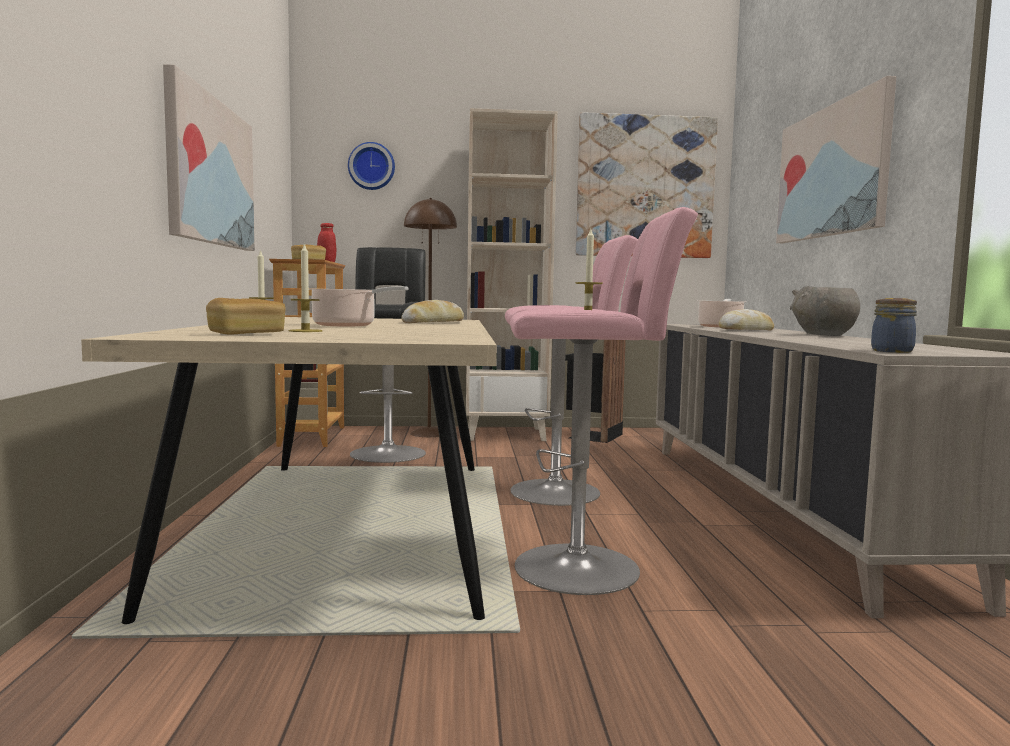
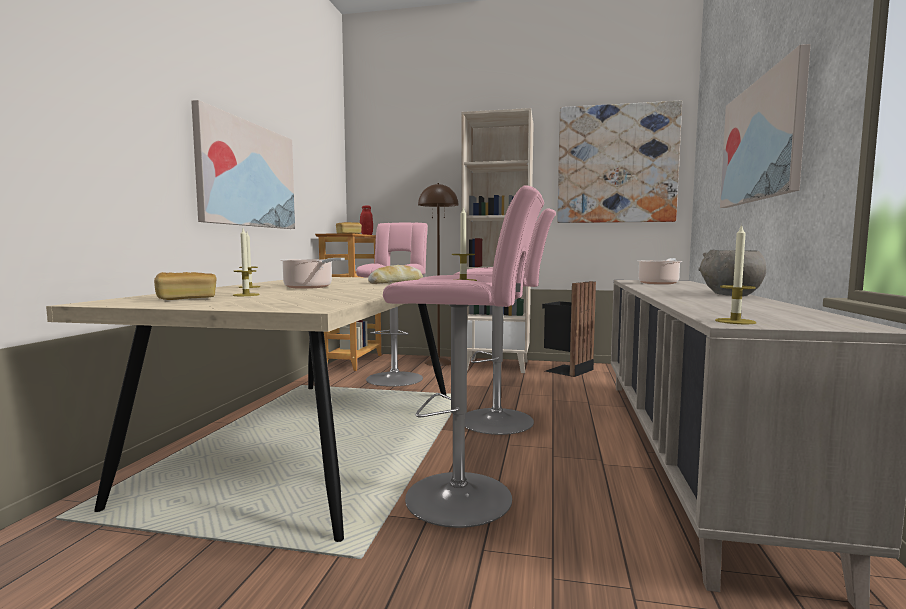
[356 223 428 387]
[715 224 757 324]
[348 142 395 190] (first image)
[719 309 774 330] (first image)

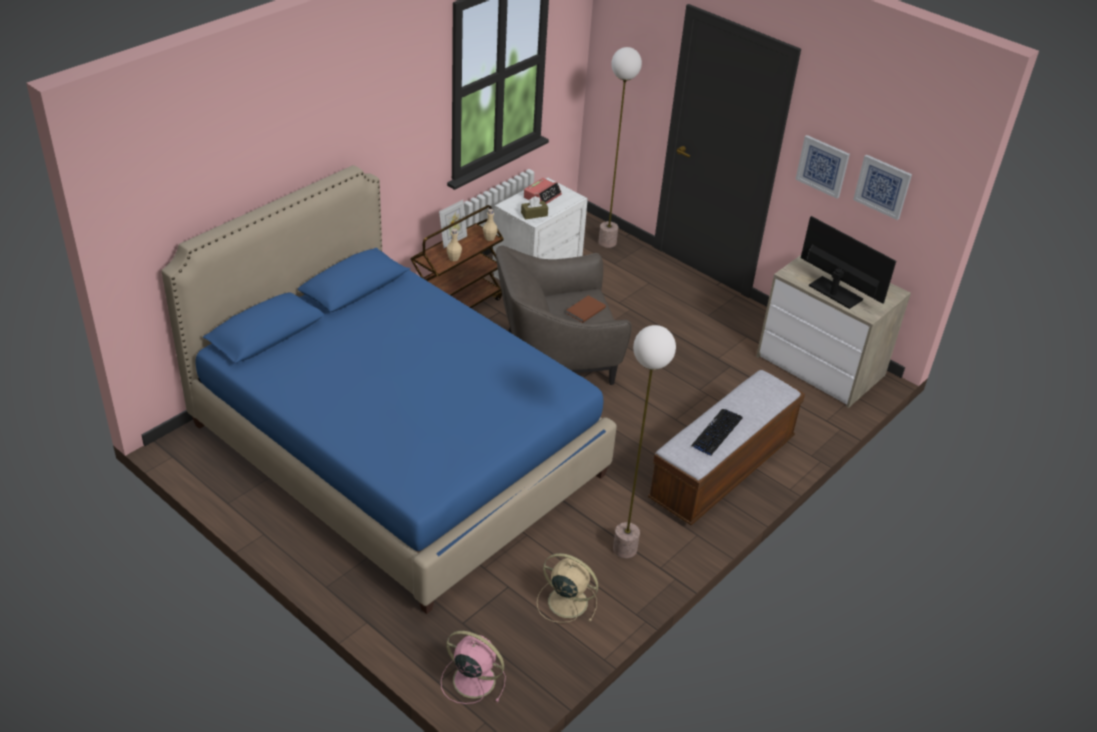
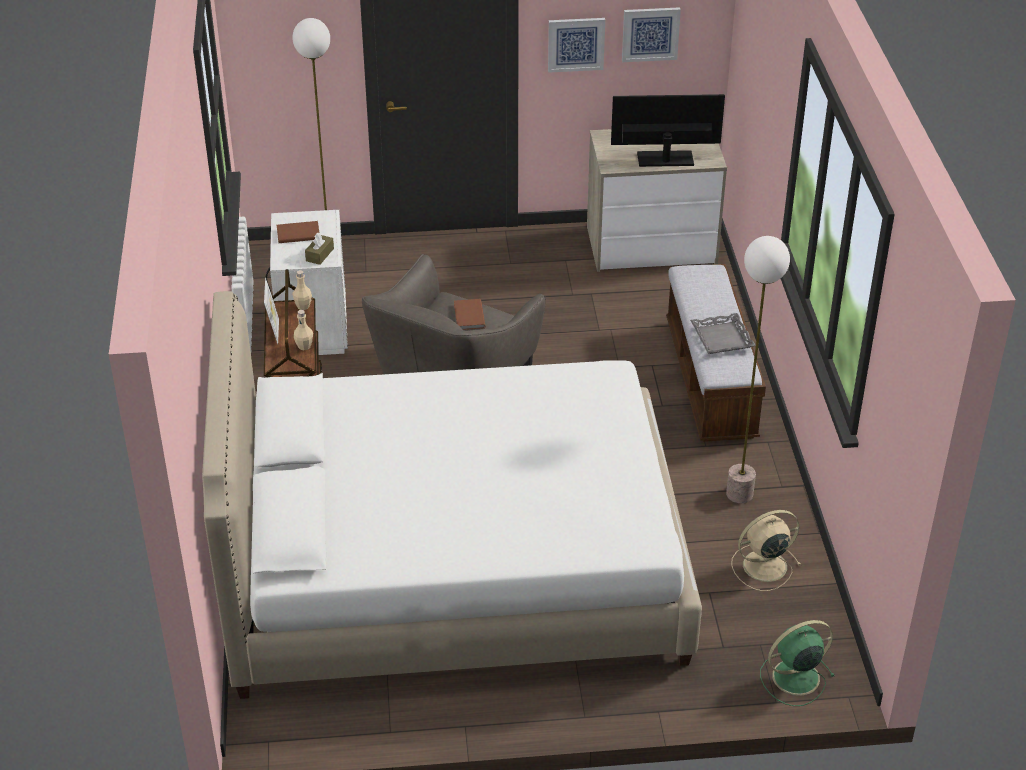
[202 291 702 699]
[277 221 319 243]
[690 313 756 354]
[760 620 834 706]

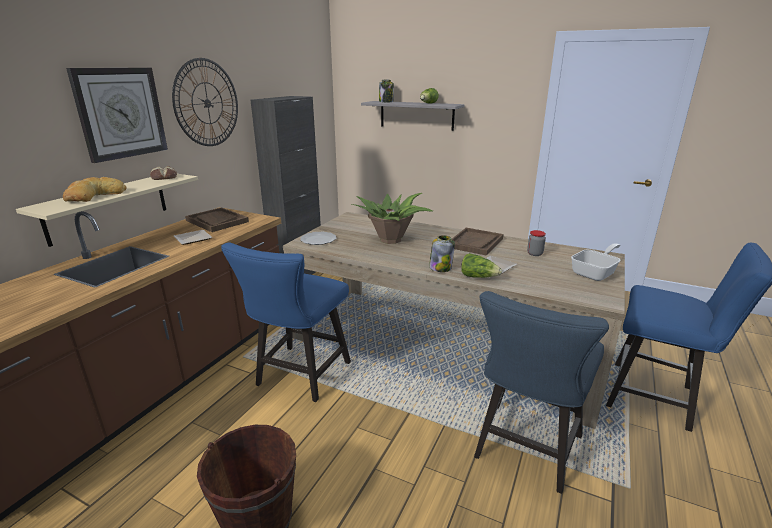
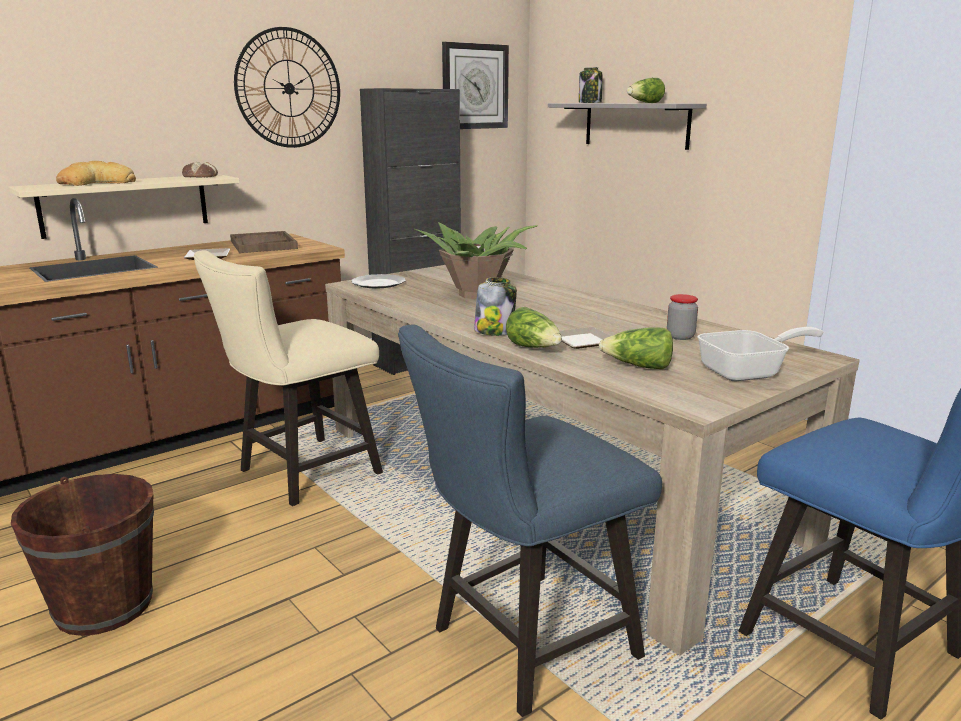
[193 250 383 506]
[442 42 509 129]
[599 327 673 369]
[452 228 503 256] (first image)

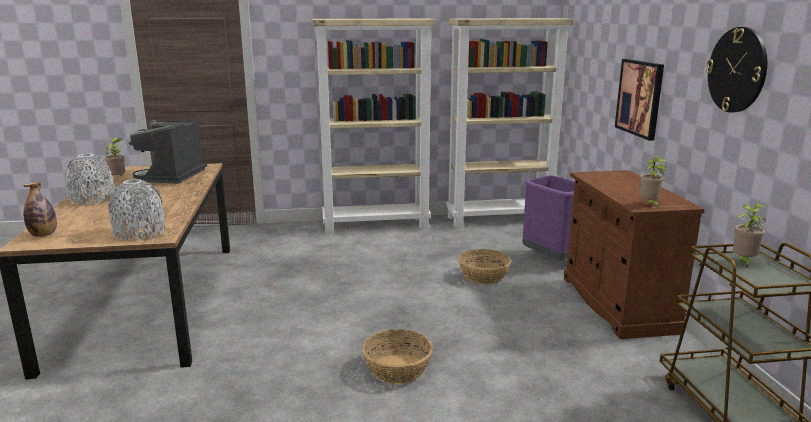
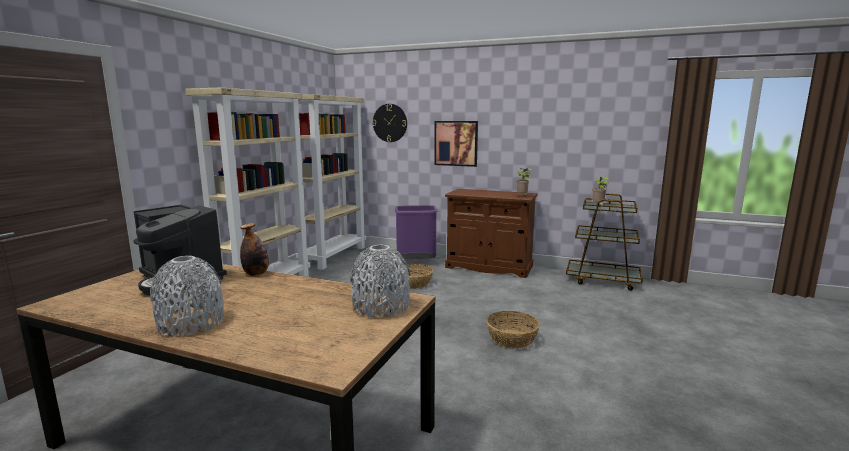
[240 223 269 276]
[372 104 407 142]
[103 138 125 176] (first image)

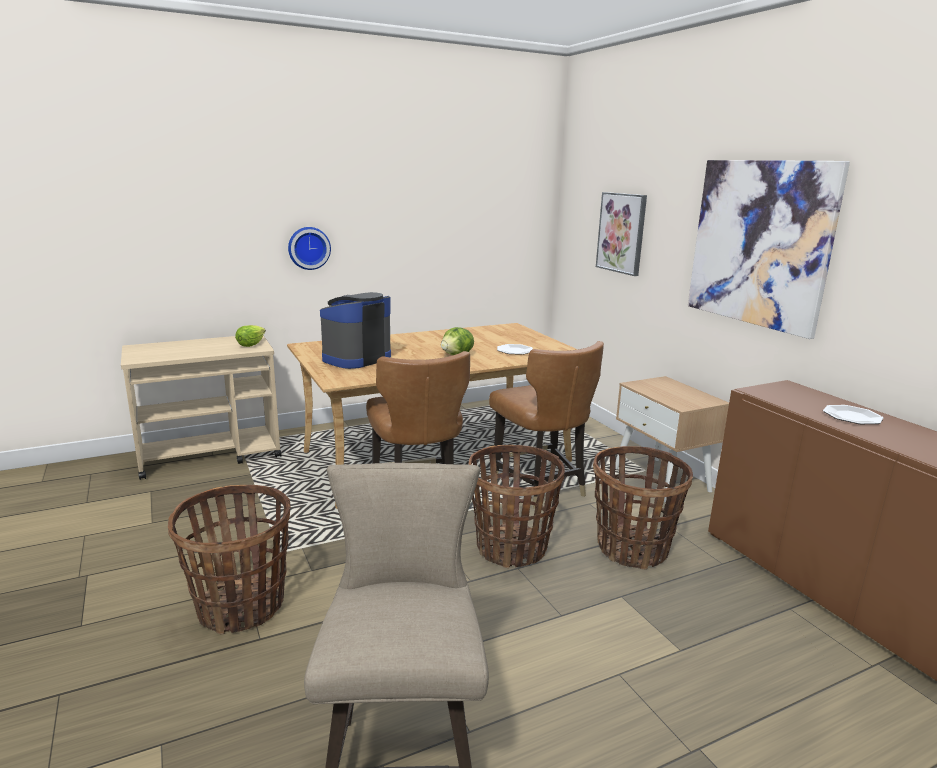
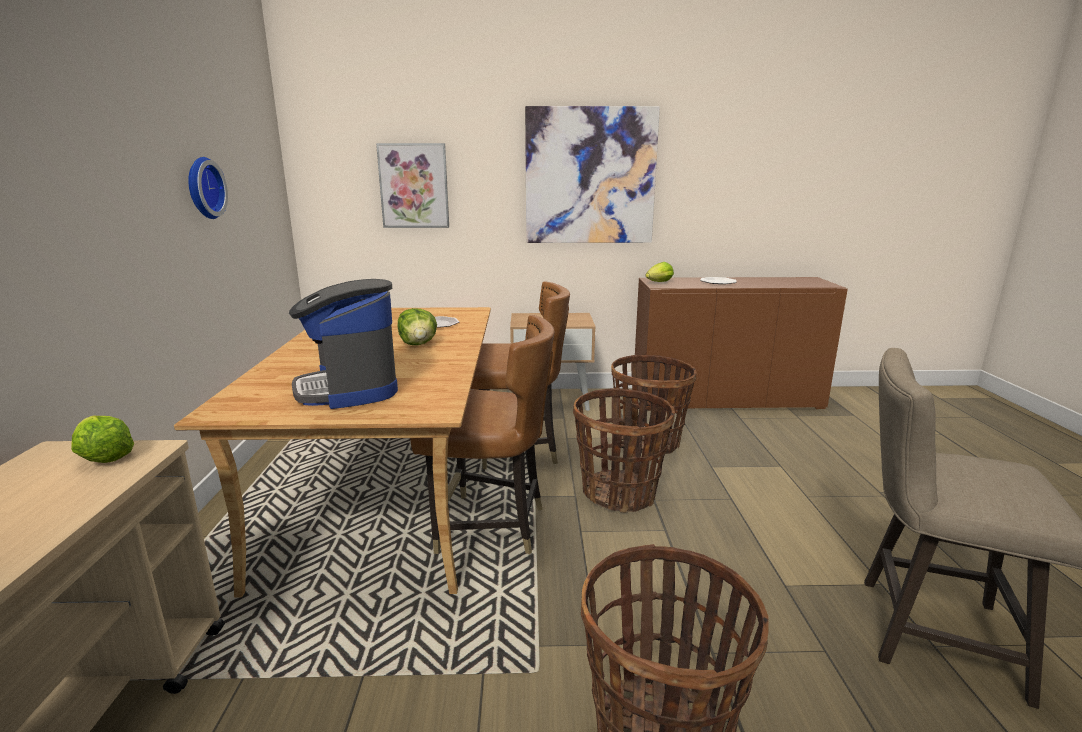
[188 157 228 219]
[646 262 674 282]

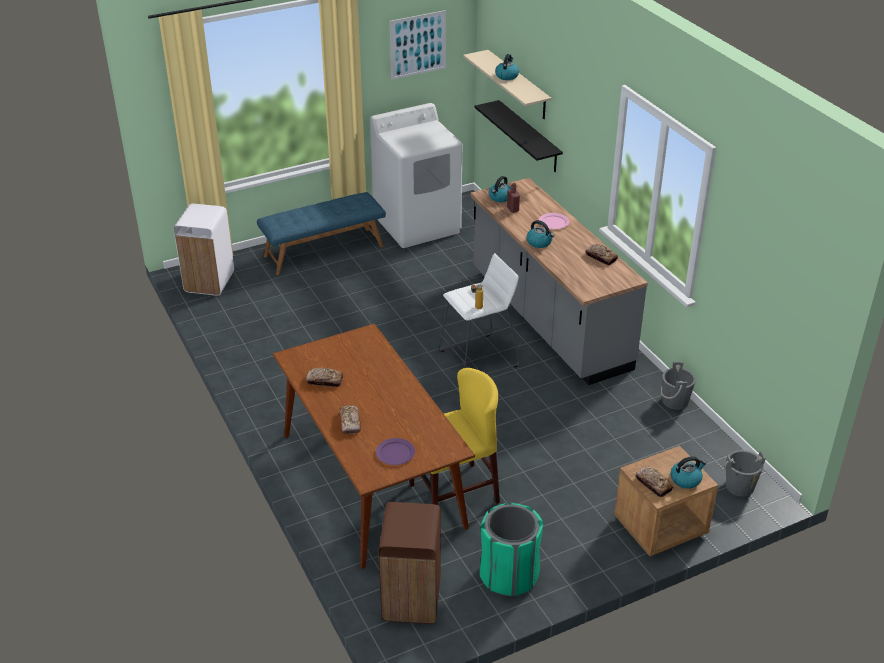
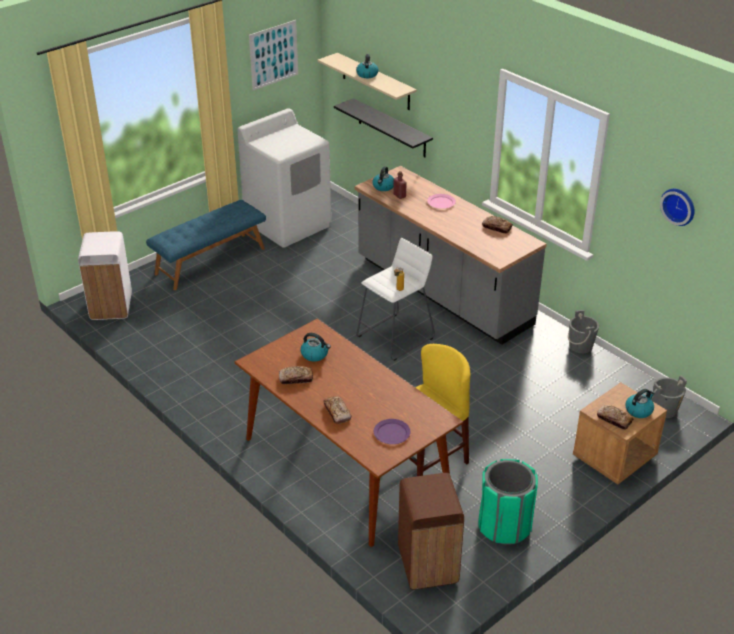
[301 333 331 361]
[660 189 695 226]

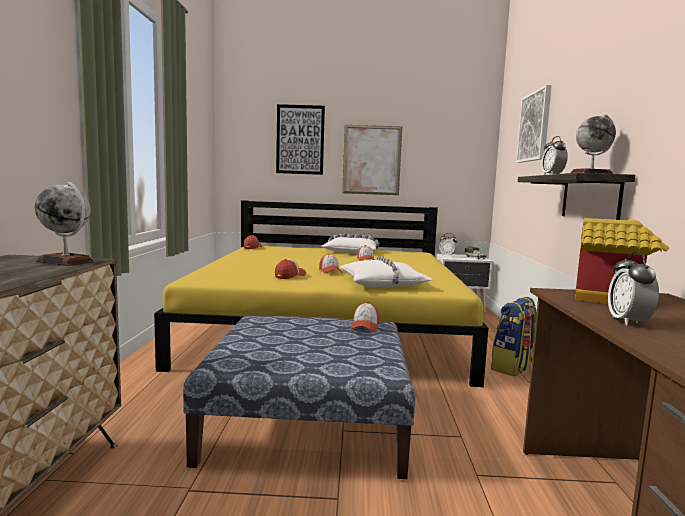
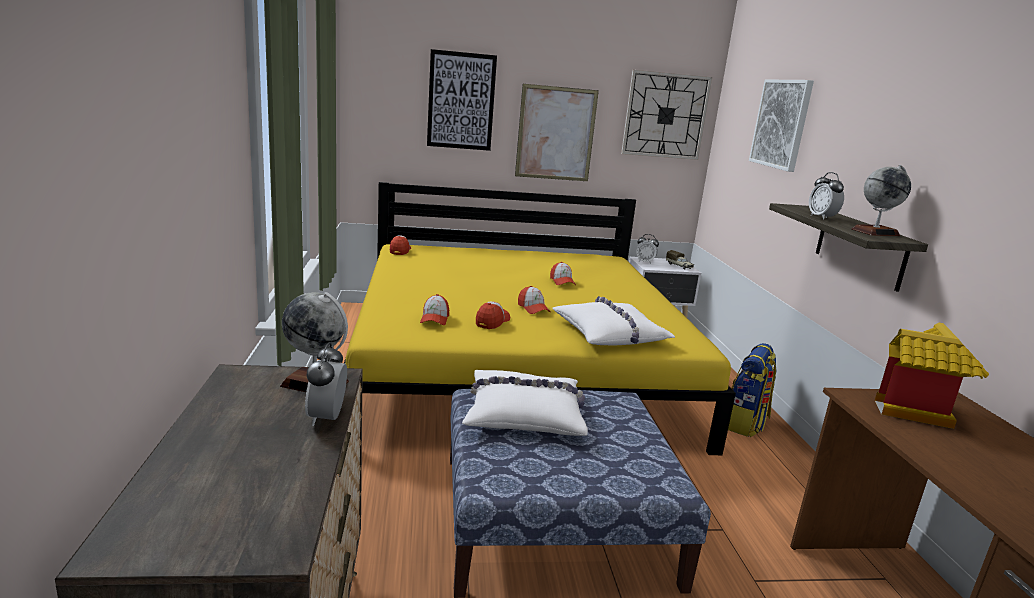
[305 342 347 426]
[420 294 449 325]
[462 370 588 436]
[621 70 712 160]

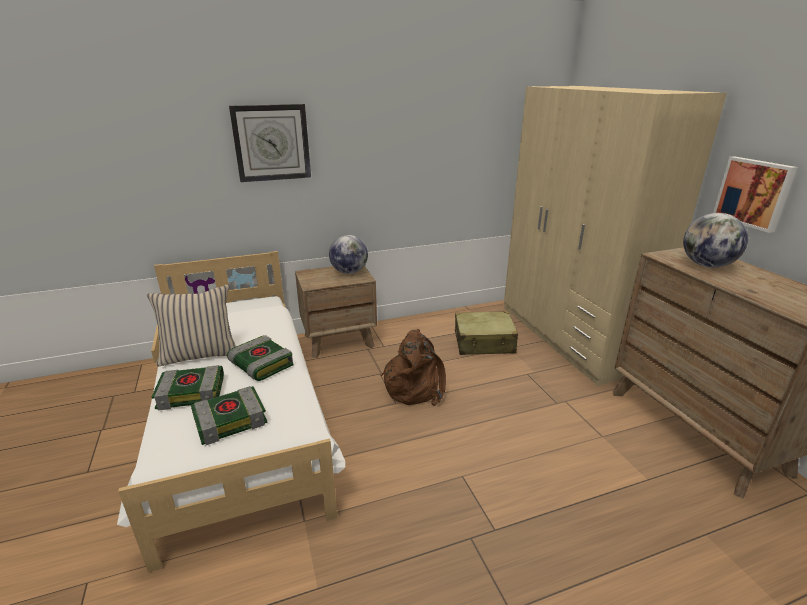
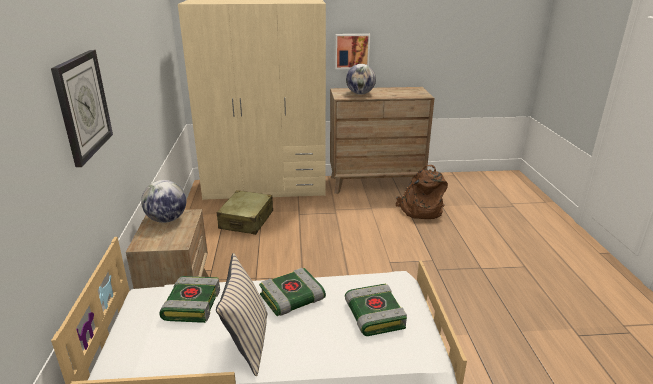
[159 276 220 323]
[396 165 448 219]

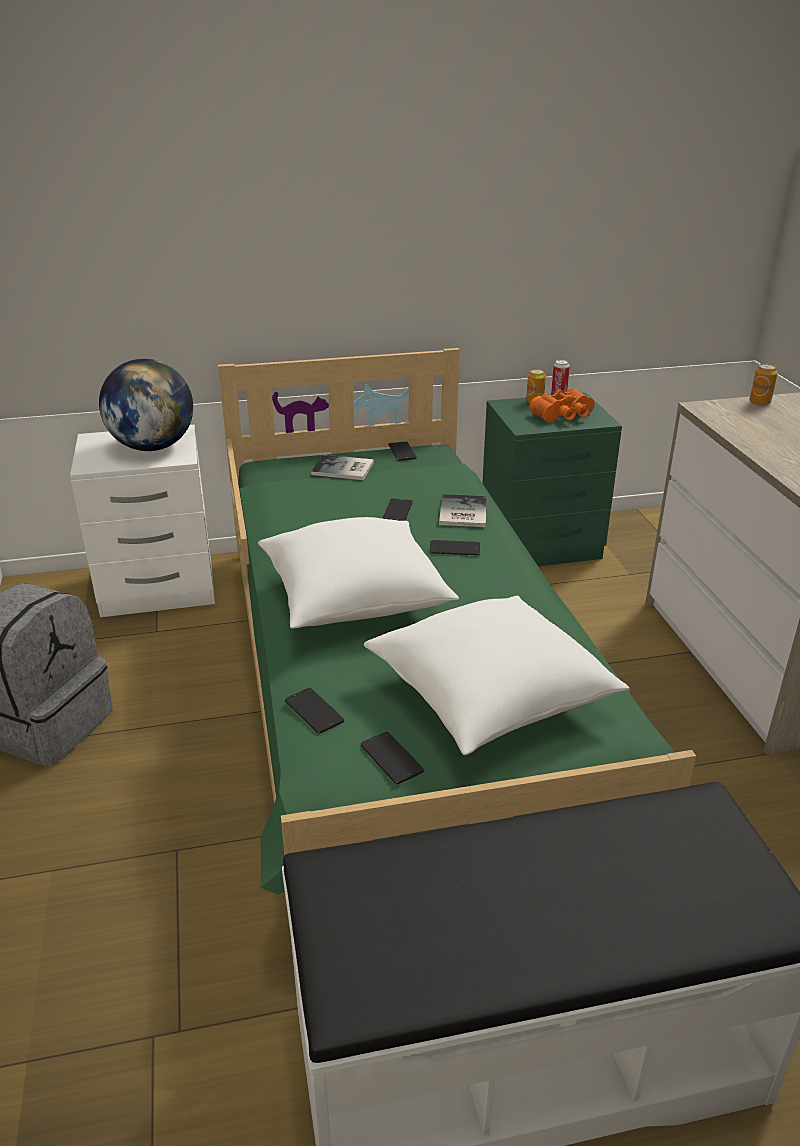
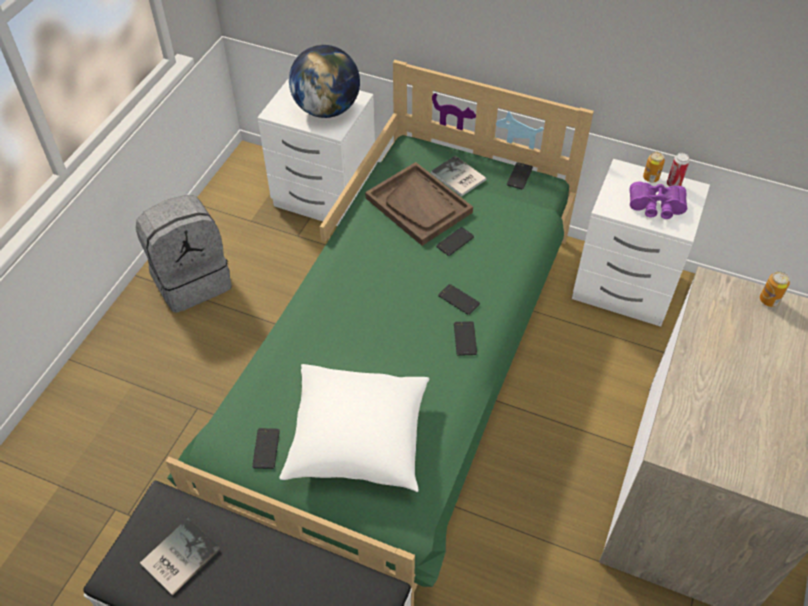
[140 518 220 596]
[365 162 473 246]
[454 321 477 356]
[572 159 710 327]
[630 182 687 219]
[258 517 459 629] (first image)

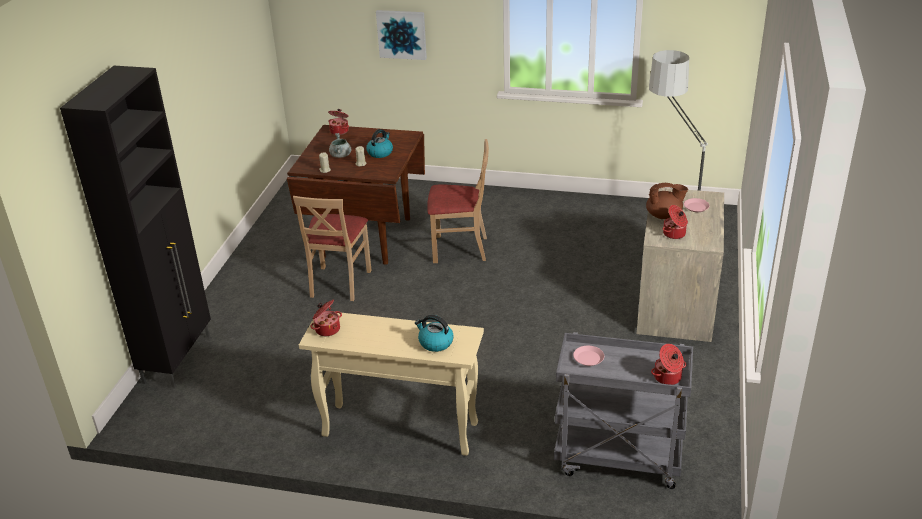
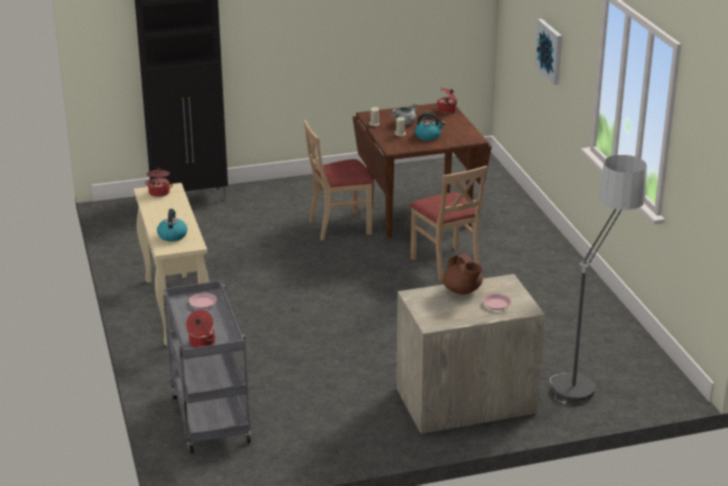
[663 205 688 239] (first image)

